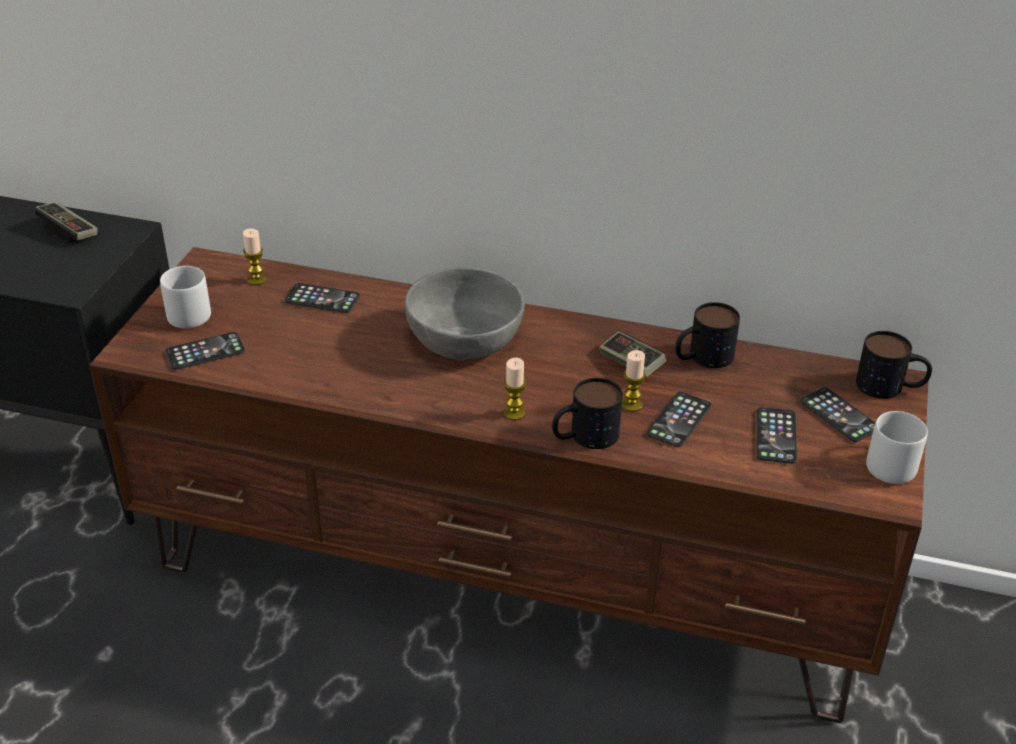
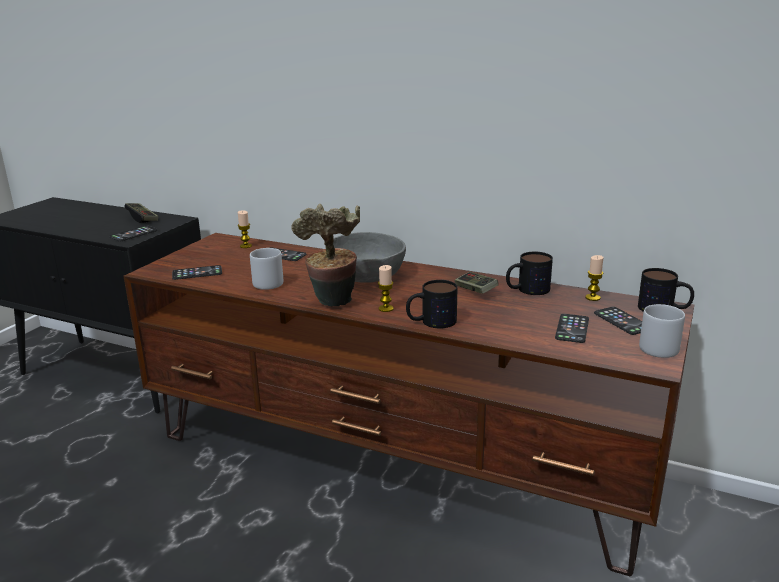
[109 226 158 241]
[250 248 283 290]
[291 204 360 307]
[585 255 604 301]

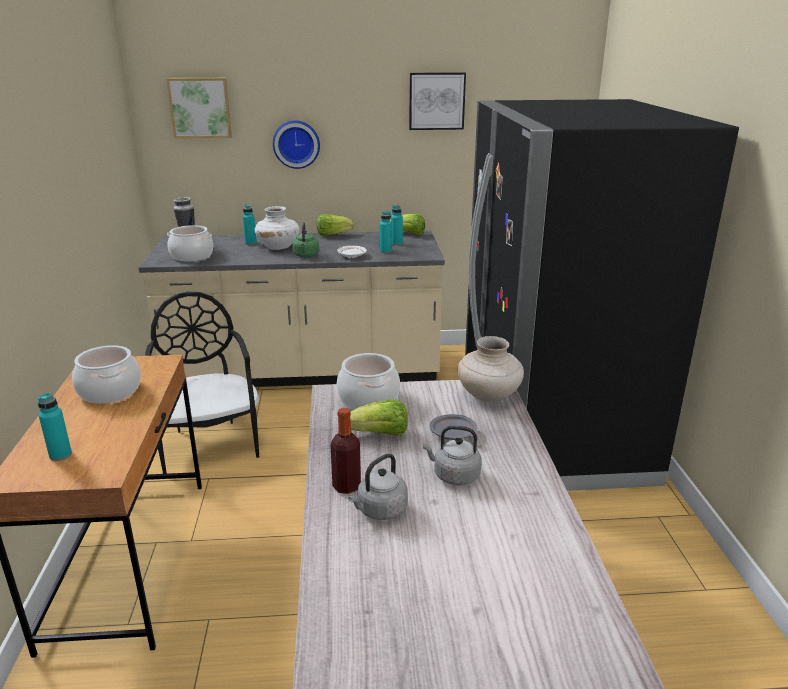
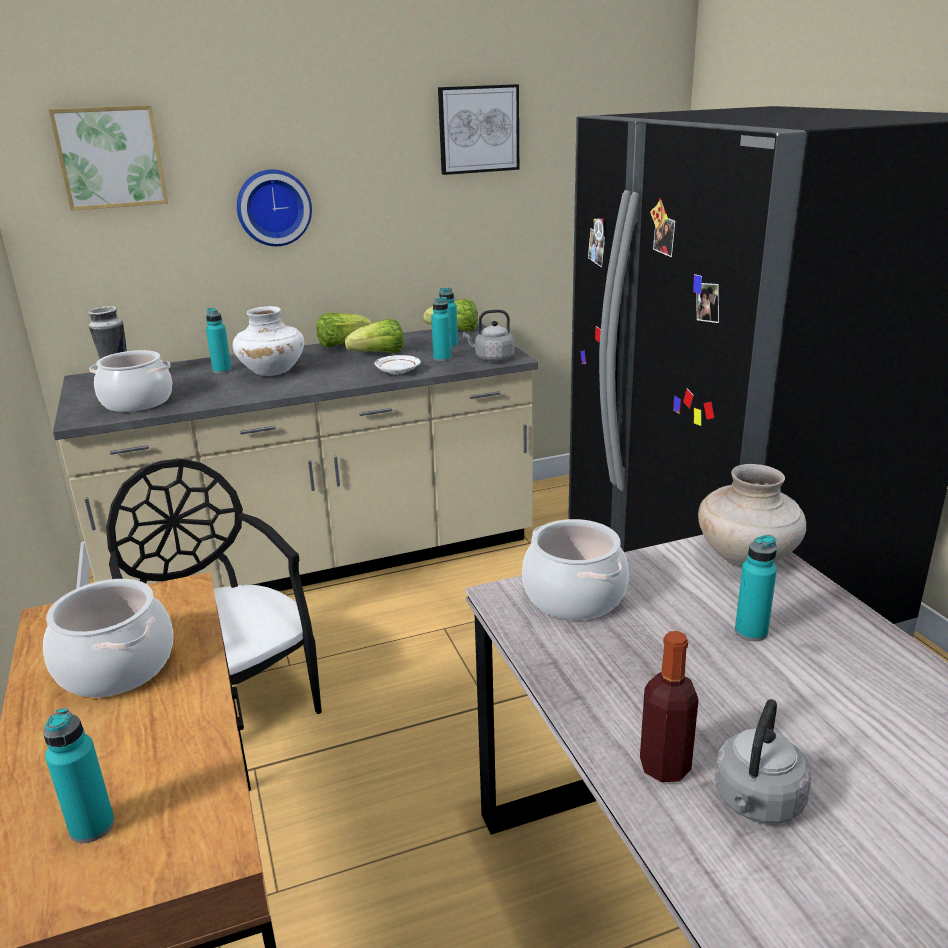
[345 319 404 353]
[463 309 515 362]
[735 535 777 641]
[292 222 319 257] (first image)

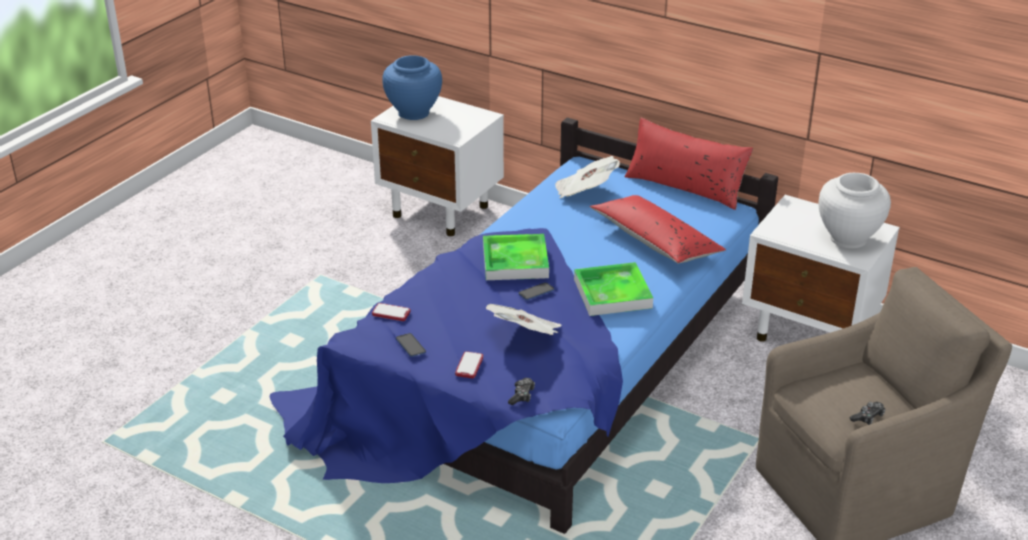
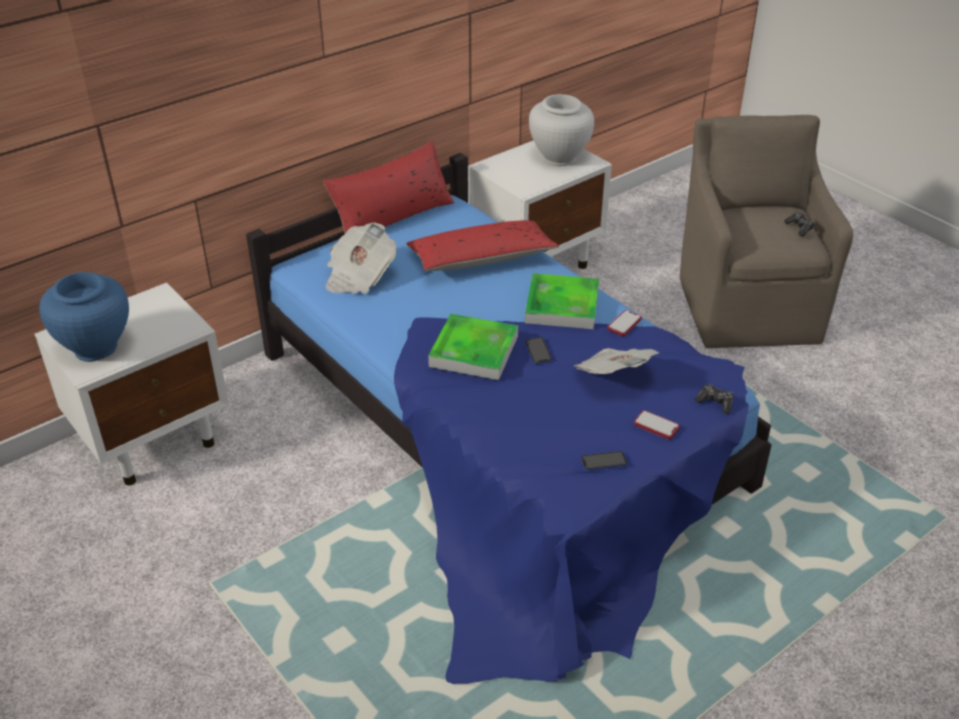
[607 310 642 336]

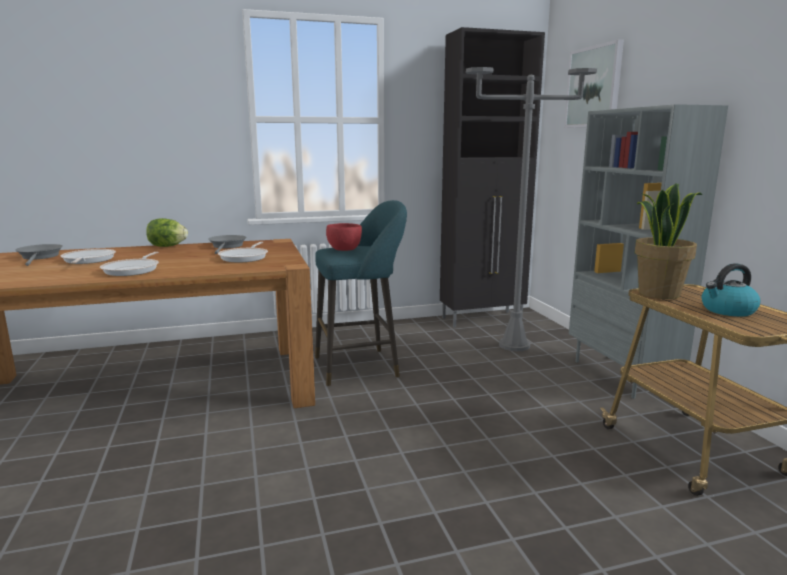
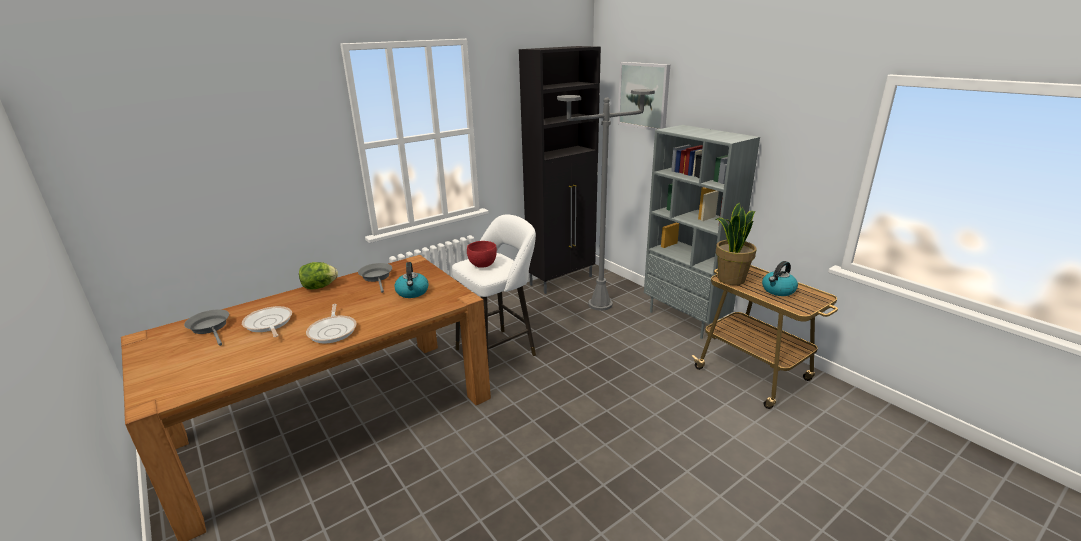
[394 262 429 298]
[452 214 536 367]

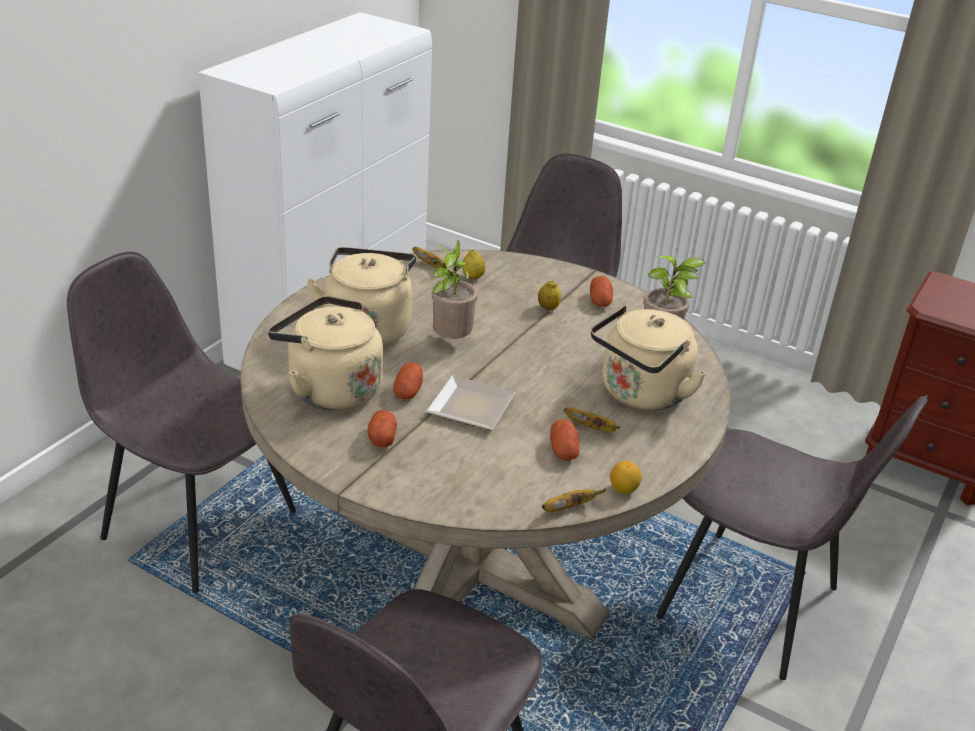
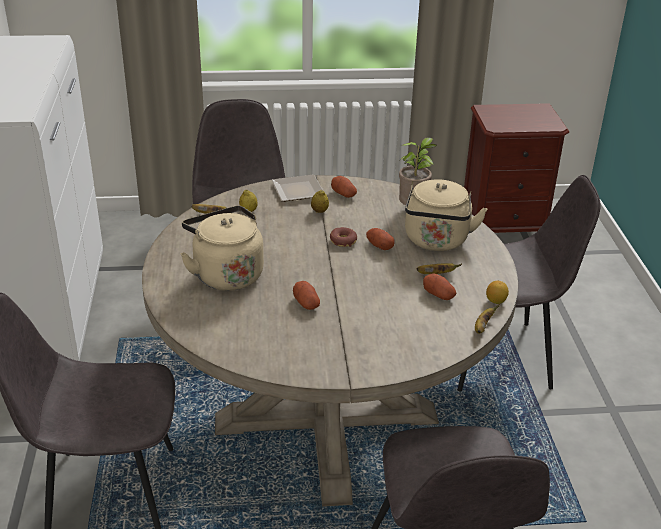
[272 175 323 202]
[330 227 357 247]
[366 228 394 250]
[268 296 383 411] (first image)
[431 240 478 339] (first image)

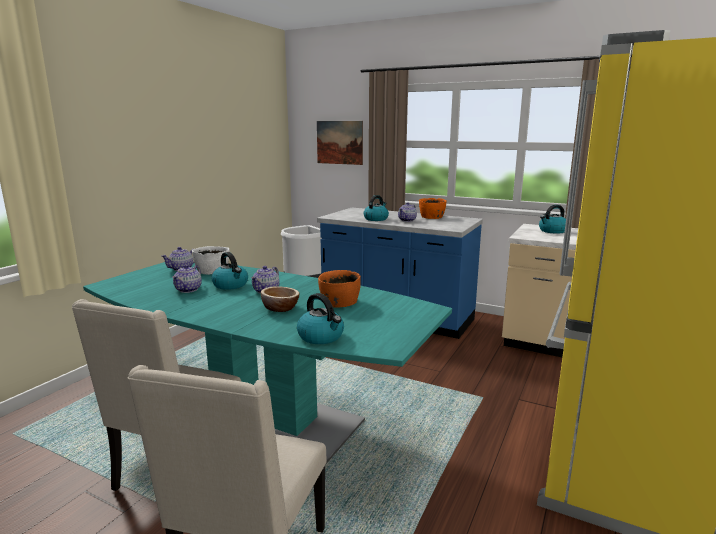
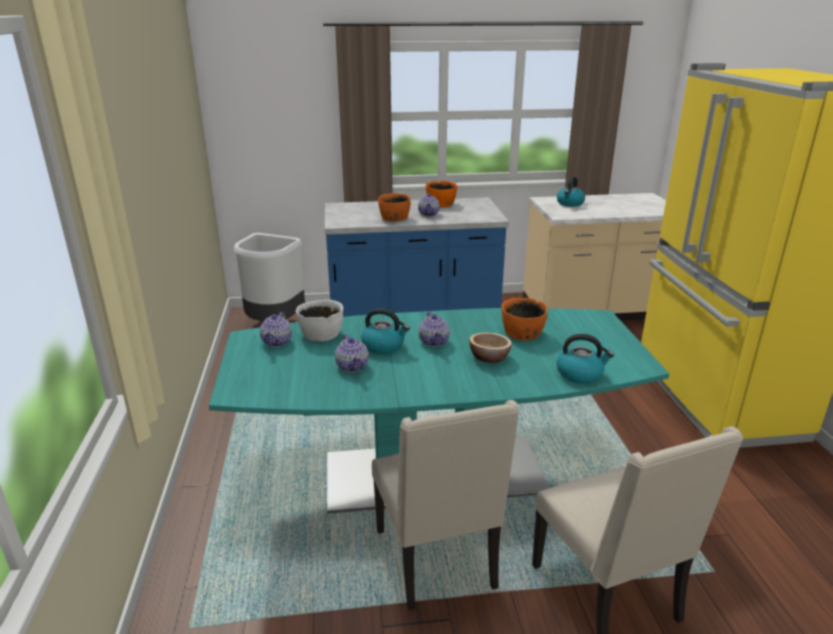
[378 193 410 222]
[317 121 363 165] (first image)

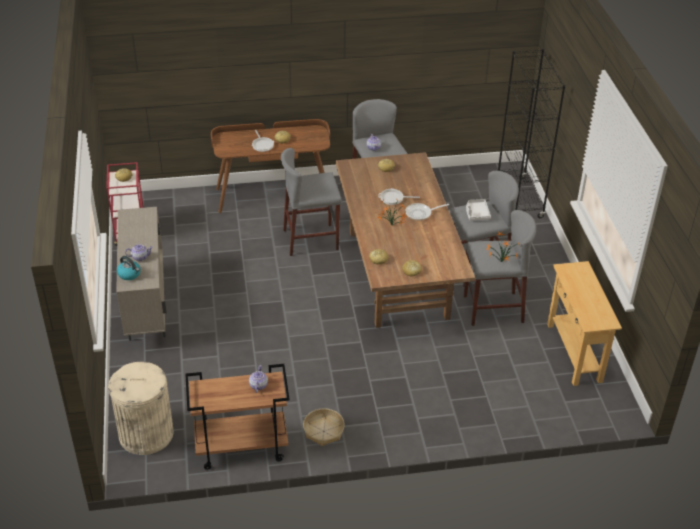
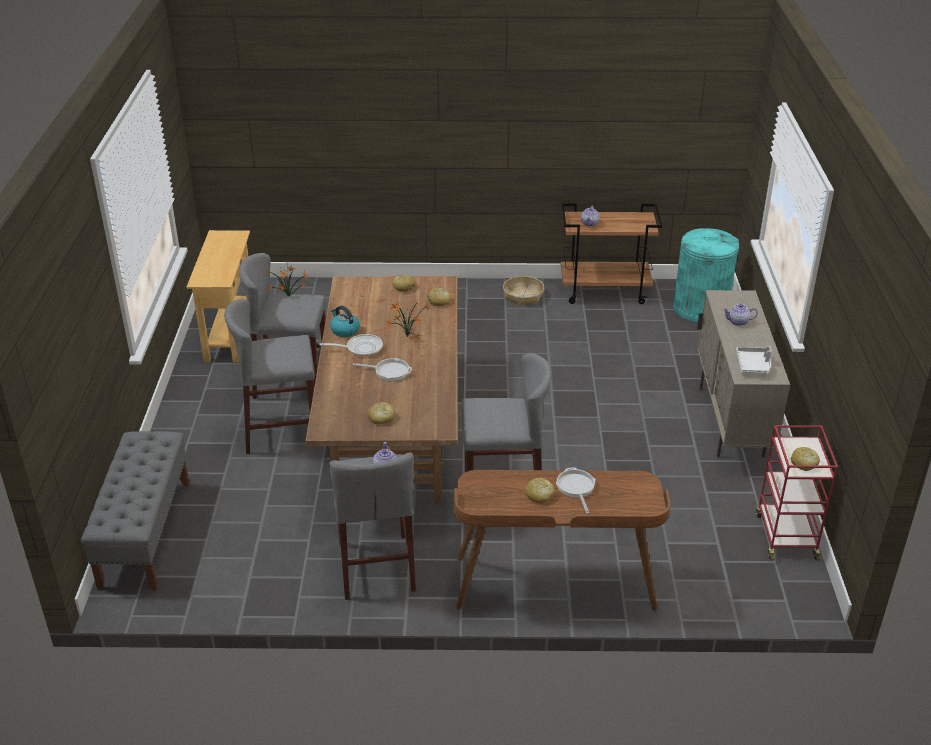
[81 431 190 590]
[330 306 360 337]
[674 228 739 323]
[736 346 772 375]

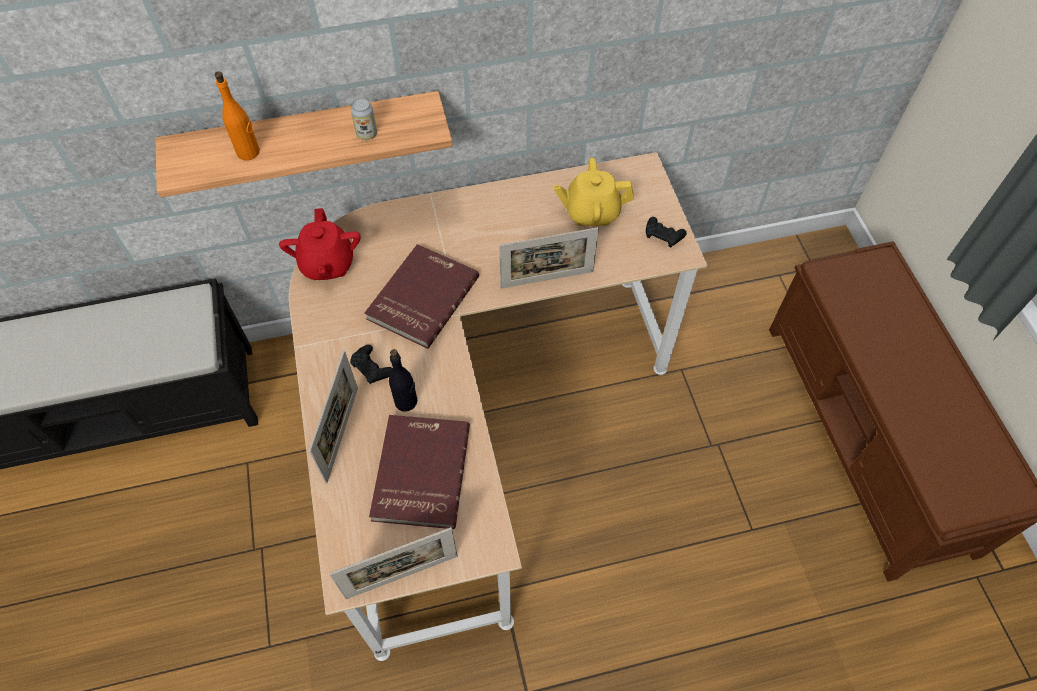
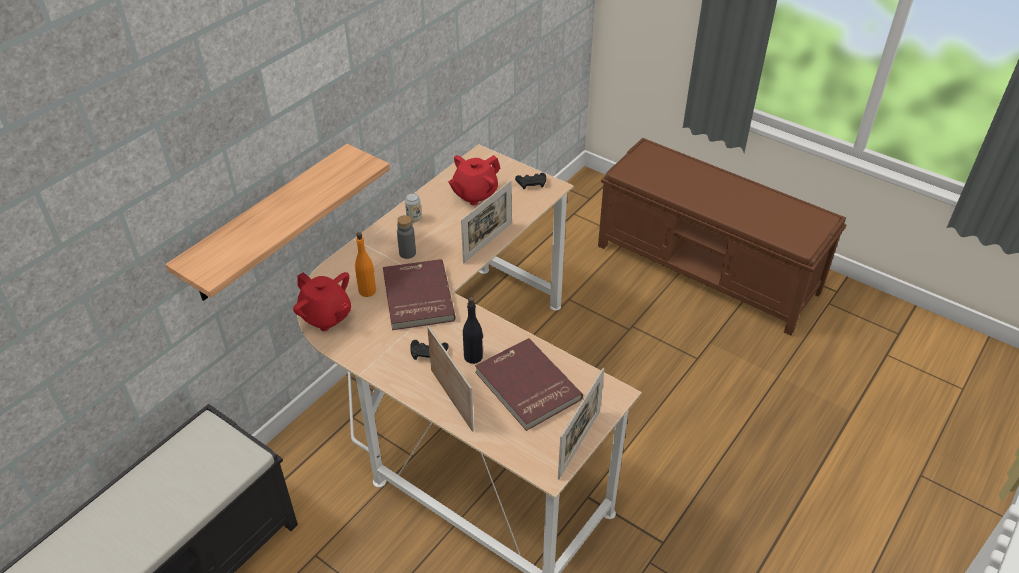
[355 232 376 297]
[397 215 416 259]
[405 193 422 223]
[448 155 501 205]

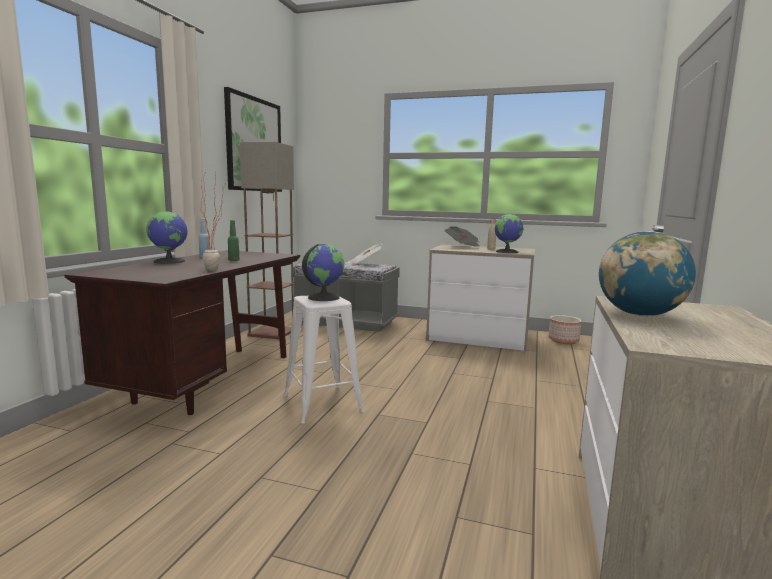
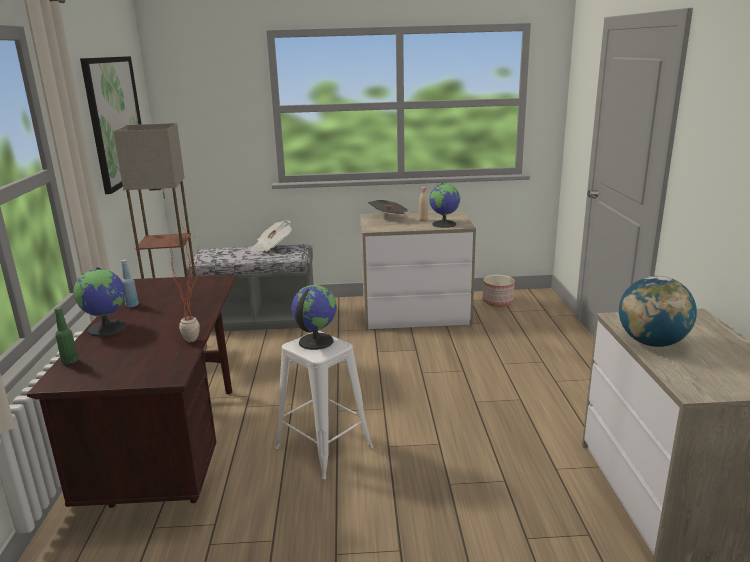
[54 307 78 365]

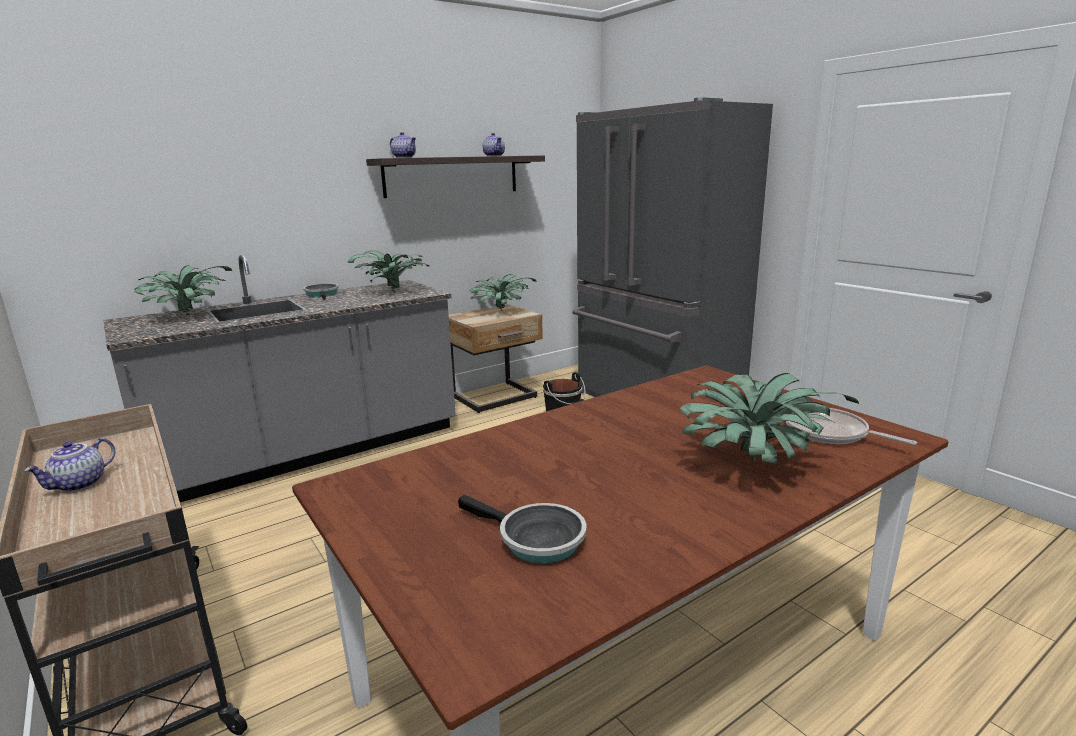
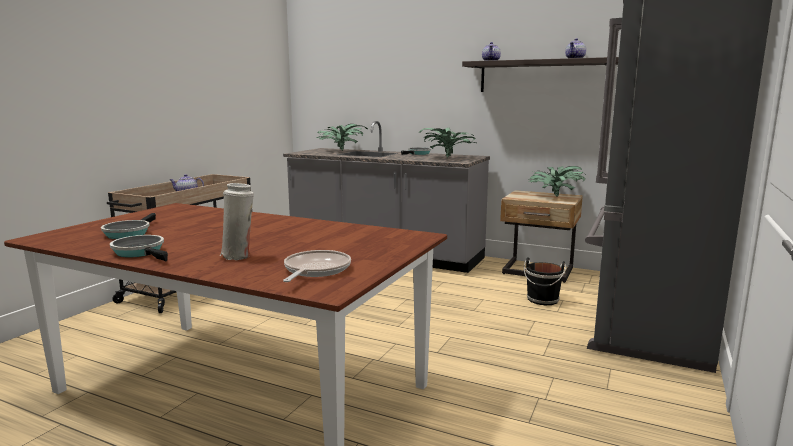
[110 235 168 261]
[219 183 254 260]

